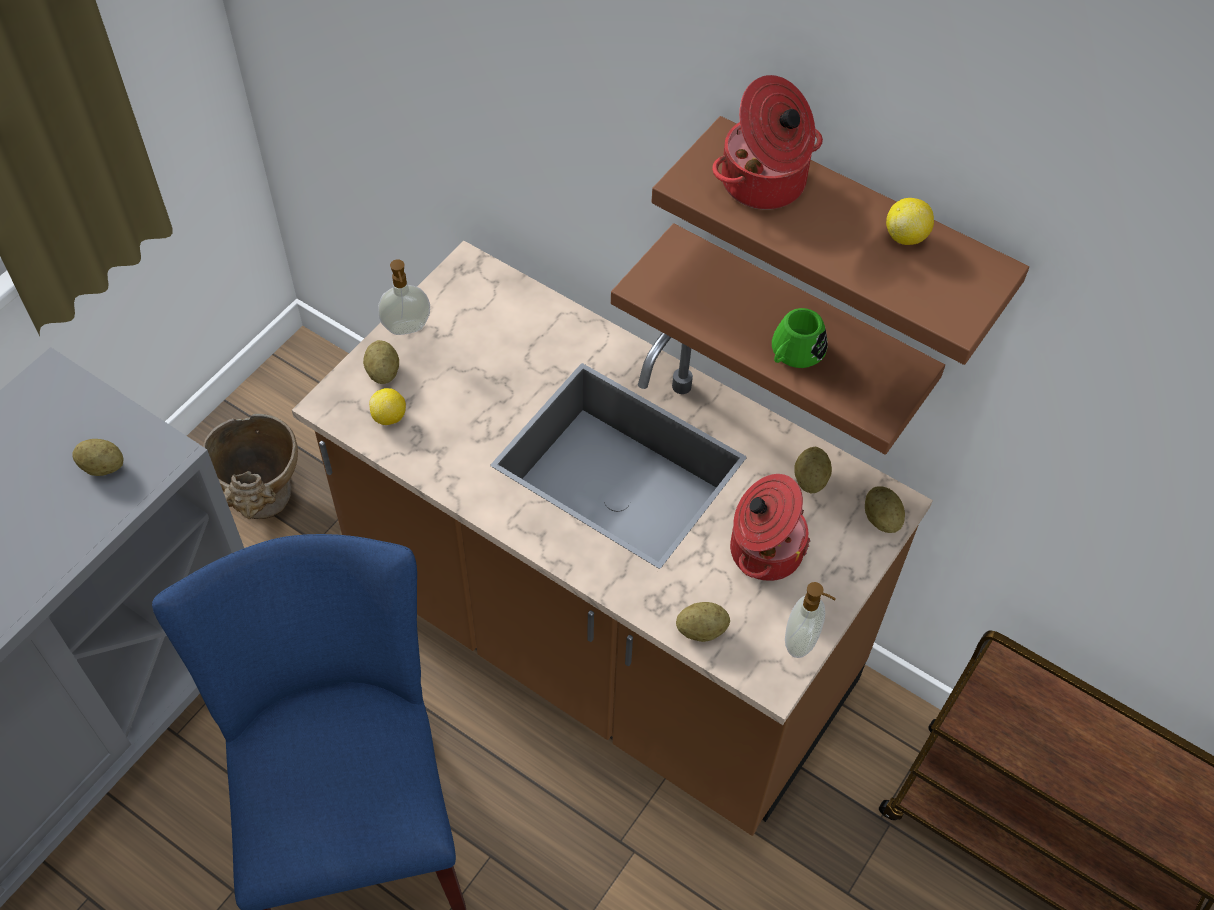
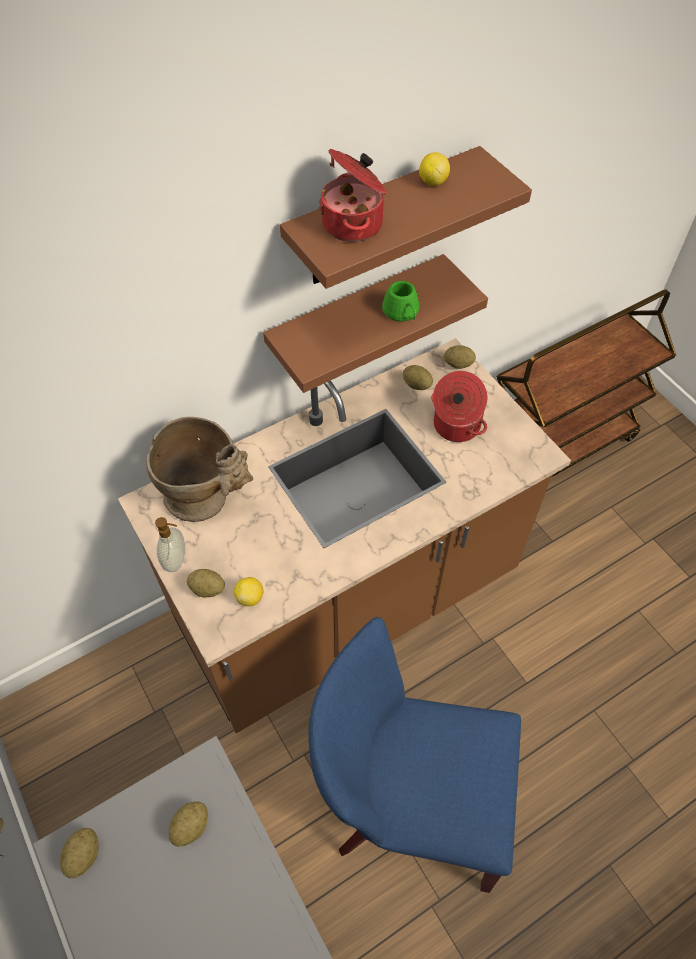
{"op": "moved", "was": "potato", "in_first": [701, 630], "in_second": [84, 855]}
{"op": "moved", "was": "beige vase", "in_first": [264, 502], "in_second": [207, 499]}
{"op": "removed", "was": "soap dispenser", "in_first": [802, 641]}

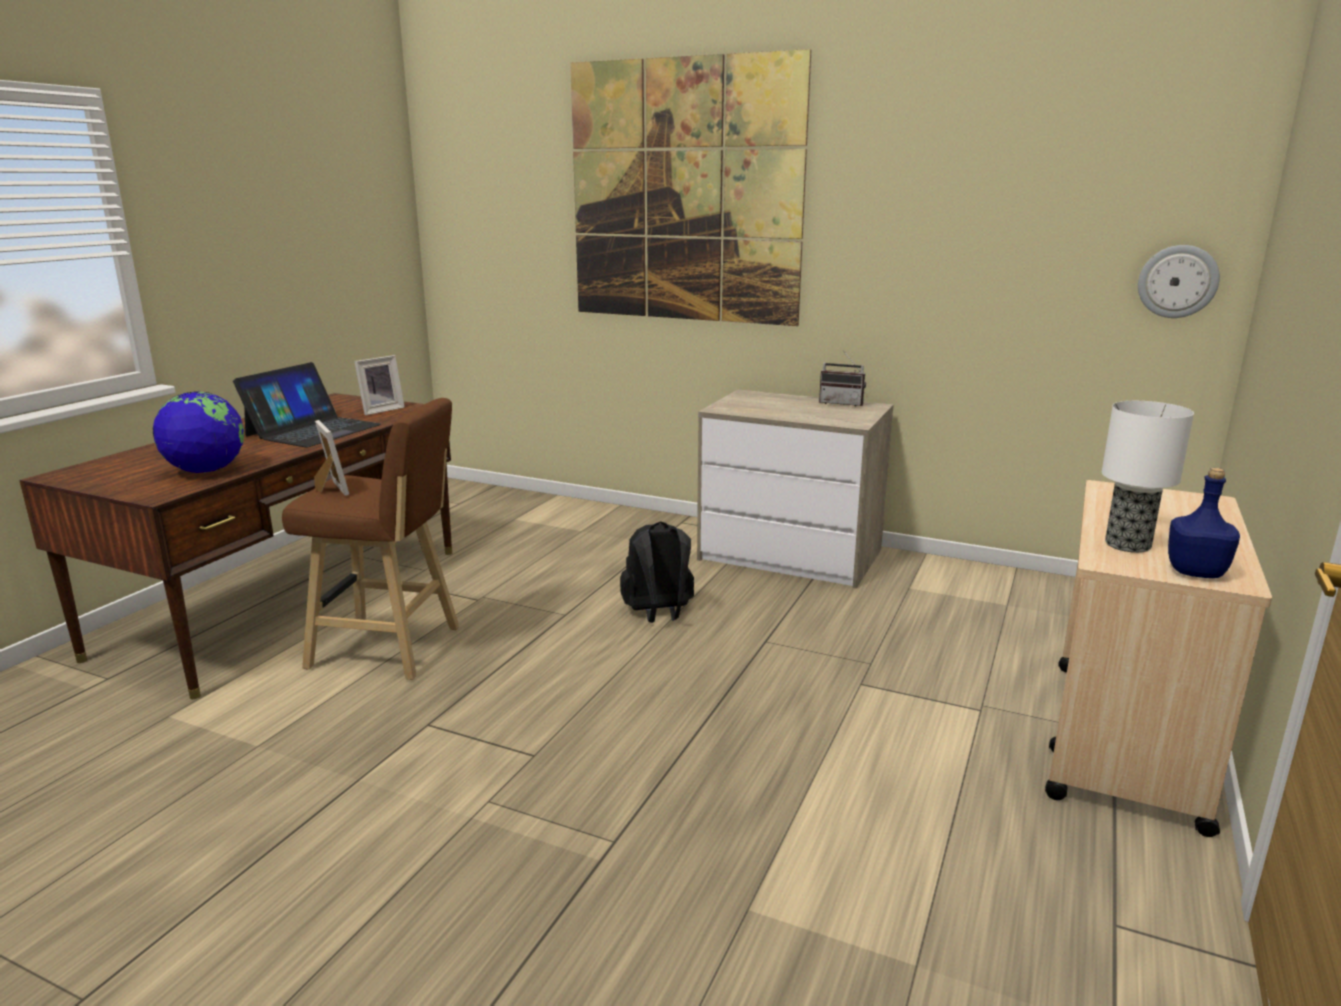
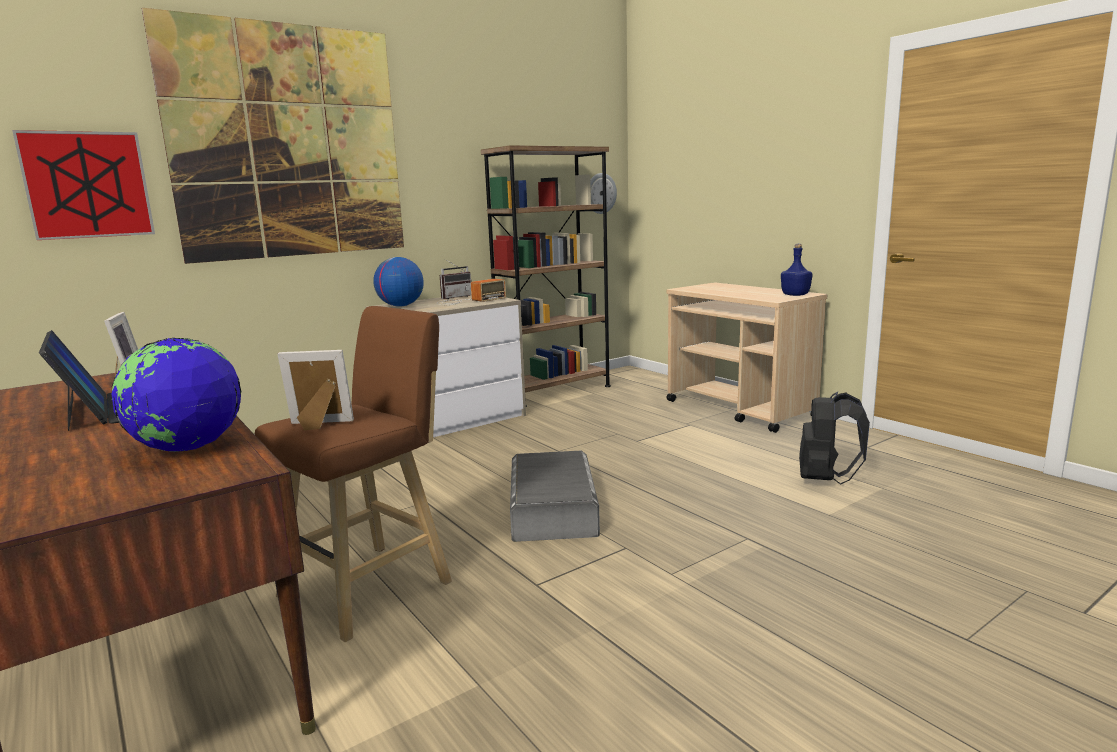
{"op": "added", "now": "picture", "in_second": [87, 185]}
{"op": "added", "now": "globe", "in_second": [400, 306]}
{"op": "added", "now": "radio", "in_second": [468, 301]}
{"op": "added", "now": "brown bookcase", "in_second": [554, 391]}
{"op": "added", "now": "grey storage box", "in_second": [552, 508]}
{"op": "moved", "was": "black backpack", "in_first": [659, 615], "in_second": [825, 479]}
{"op": "removed", "was": "table lamp", "in_first": [1129, 545]}

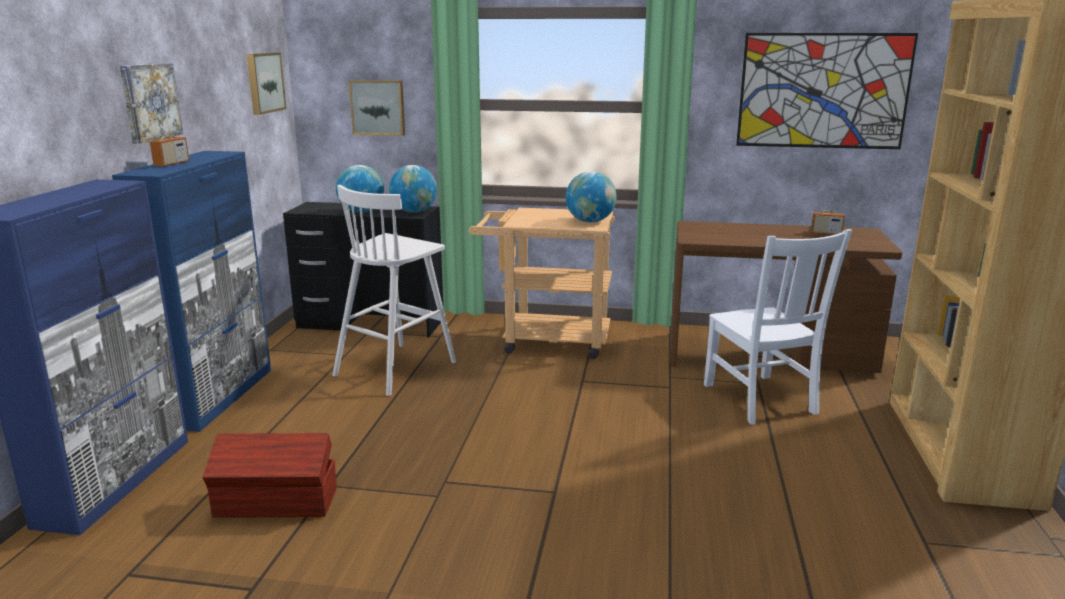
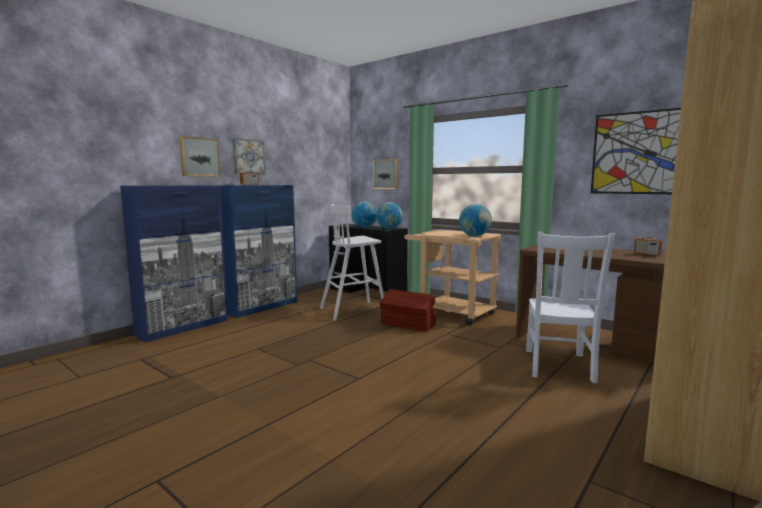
{"op": "moved", "was": "picture", "in_first": [264, 82], "in_second": [199, 157]}
{"op": "moved", "was": "brown storage box", "in_first": [277, 503], "in_second": [408, 324]}

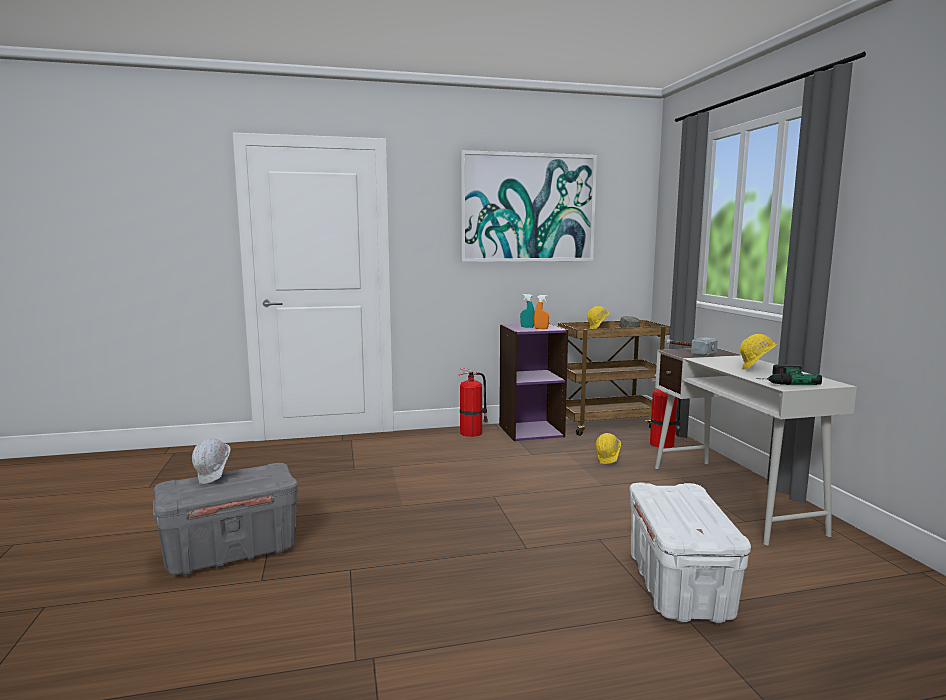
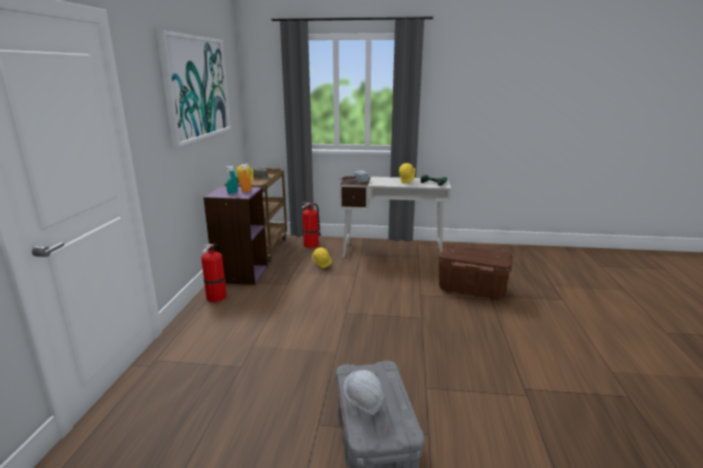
{"op": "recoloured", "was": "white storage box", "now": "brown storage box", "in_first": [679, 586], "in_second": [472, 289]}

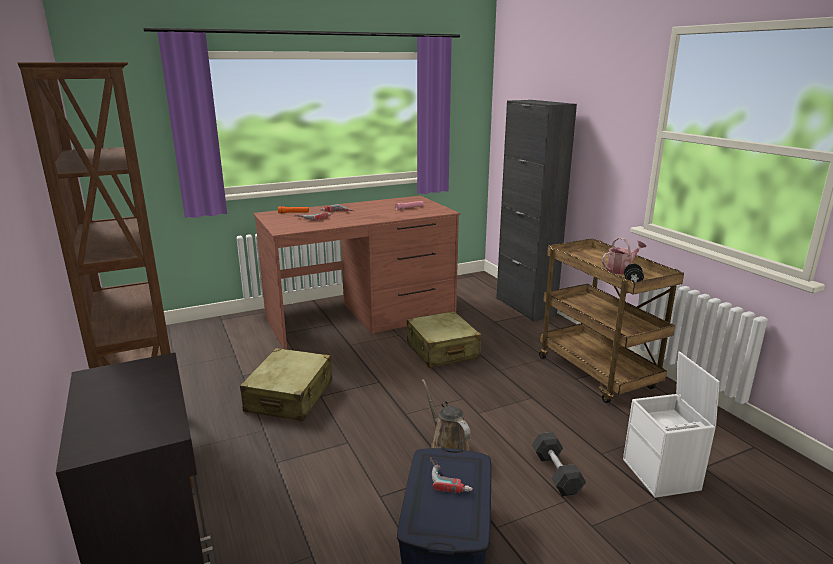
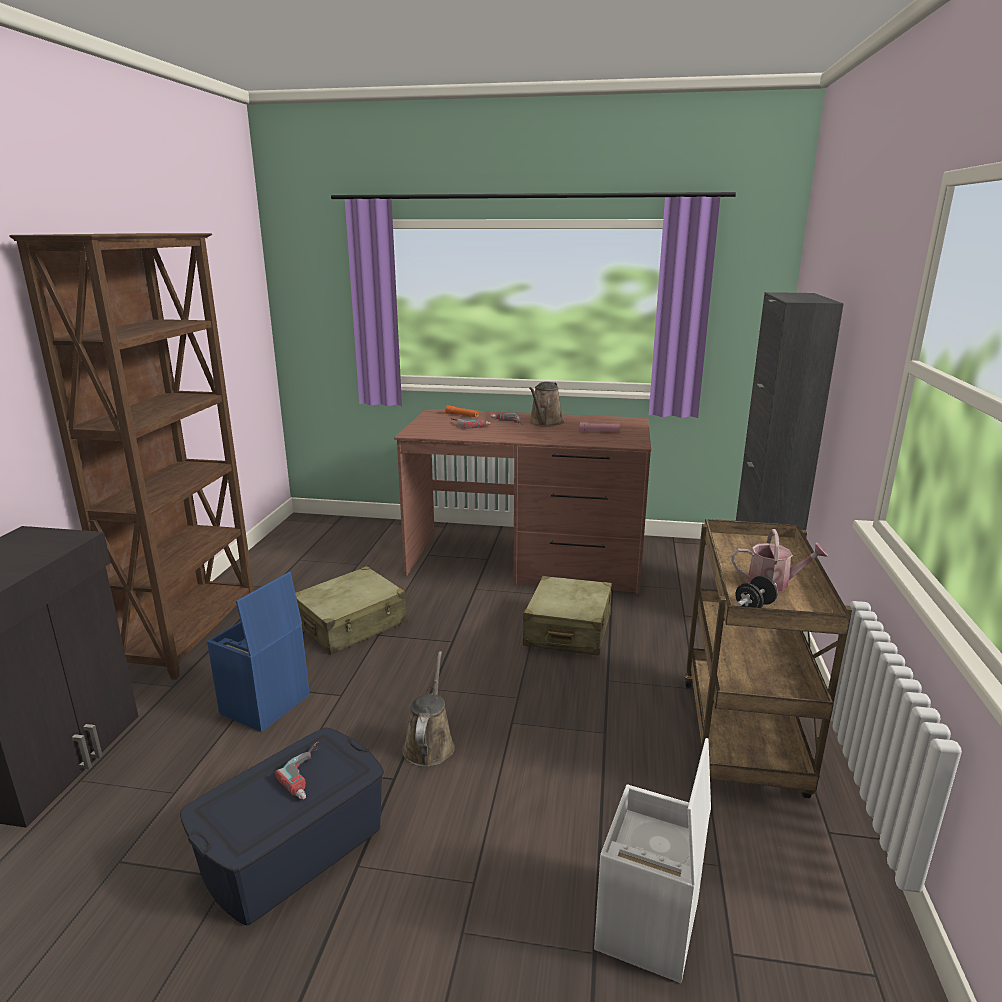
{"op": "added", "now": "blue storage box", "in_second": [265, 705]}
{"op": "added", "now": "brown watering can", "in_second": [545, 423]}
{"op": "removed", "was": "grey dumbbell", "in_first": [556, 473]}

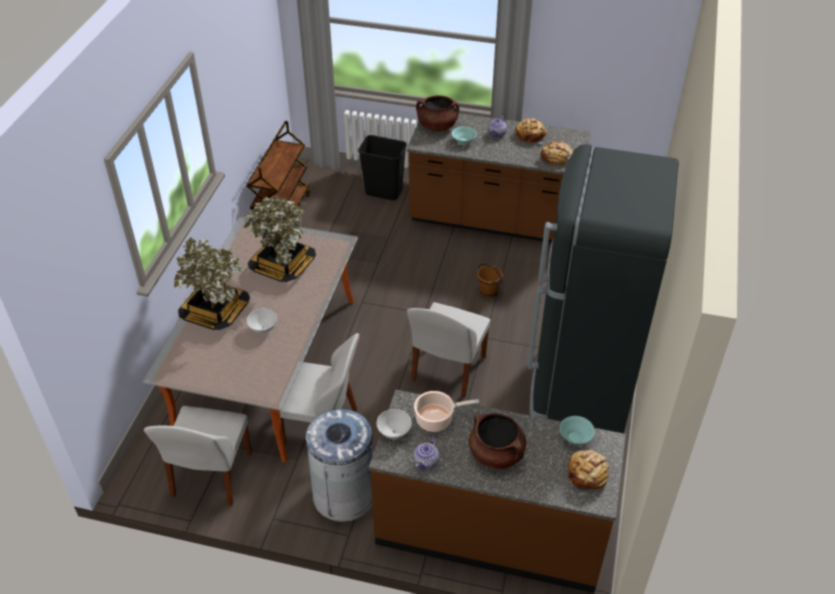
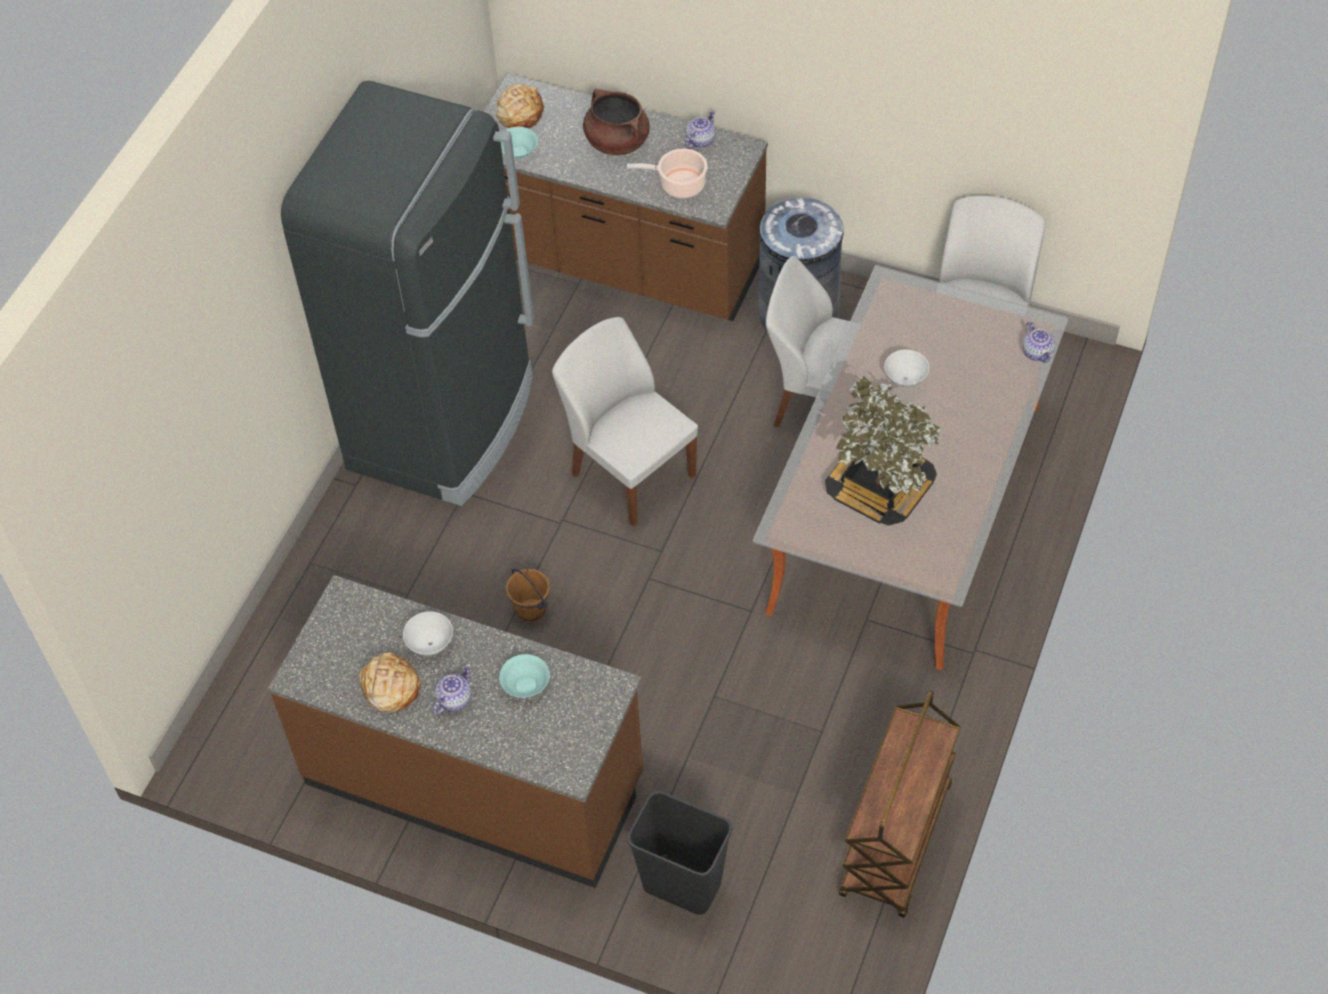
{"op": "moved", "was": "white bowl", "in_first": [394, 433], "in_second": [430, 644]}
{"op": "turned", "was": "white chair", "in_first": [447, 370], "in_second": [631, 473], "clockwise": -75}
{"op": "added", "now": "teapot", "in_second": [1037, 352]}
{"op": "removed", "was": "potted plant", "in_first": [215, 312]}
{"op": "removed", "was": "brown cooking pot", "in_first": [437, 126]}
{"op": "removed", "was": "bread", "in_first": [556, 158]}

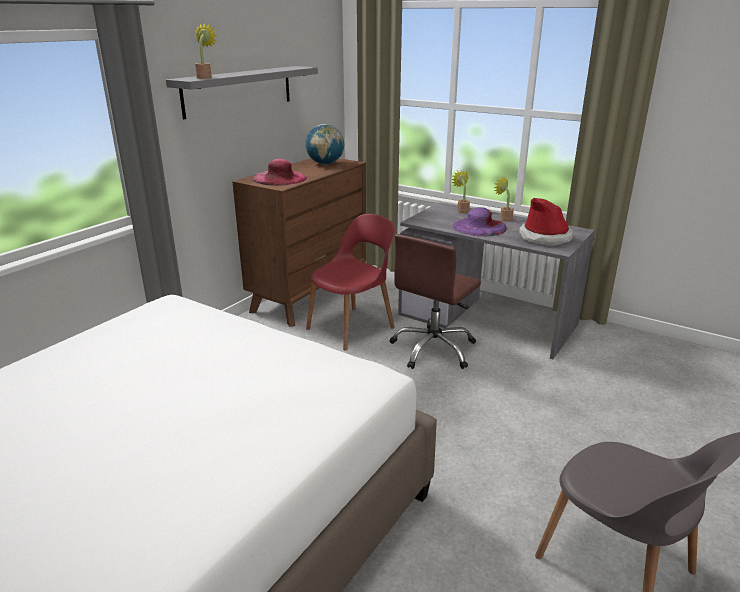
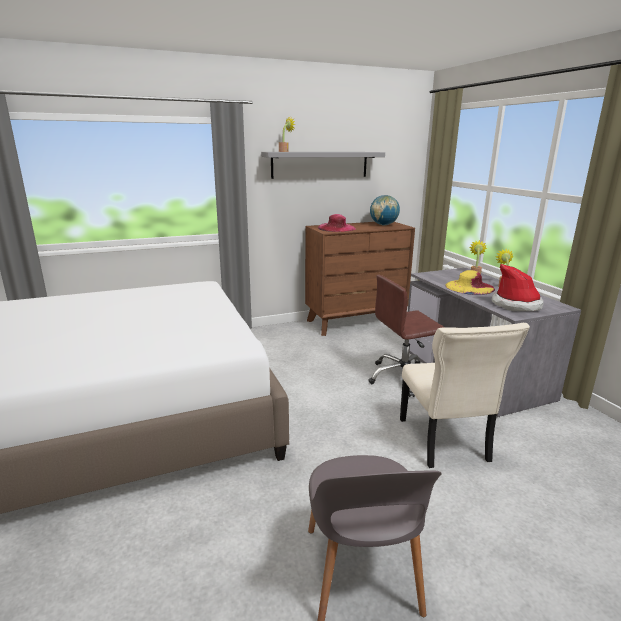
{"op": "added", "now": "beige chair", "in_second": [444, 442]}
{"op": "recoloured", "was": "purple hat", "now": "yellow hat", "in_first": [479, 227], "in_second": [469, 287]}
{"op": "removed", "was": "red chair", "in_first": [352, 327]}

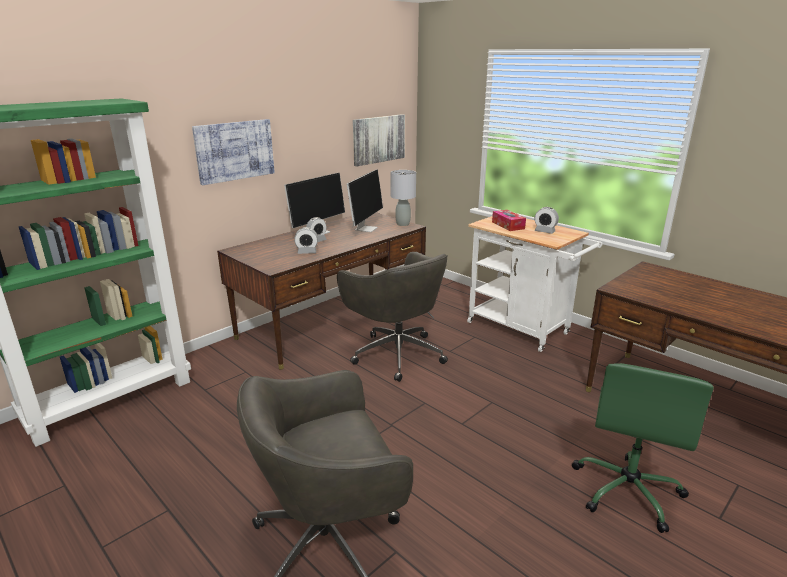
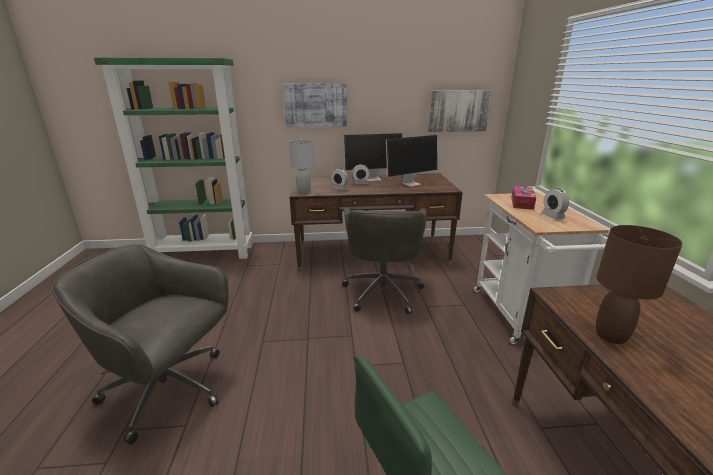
{"op": "moved", "was": "grey table lamp", "in_first": [402, 224], "in_second": [303, 192]}
{"op": "added", "now": "brown table lamp", "in_second": [611, 335]}

